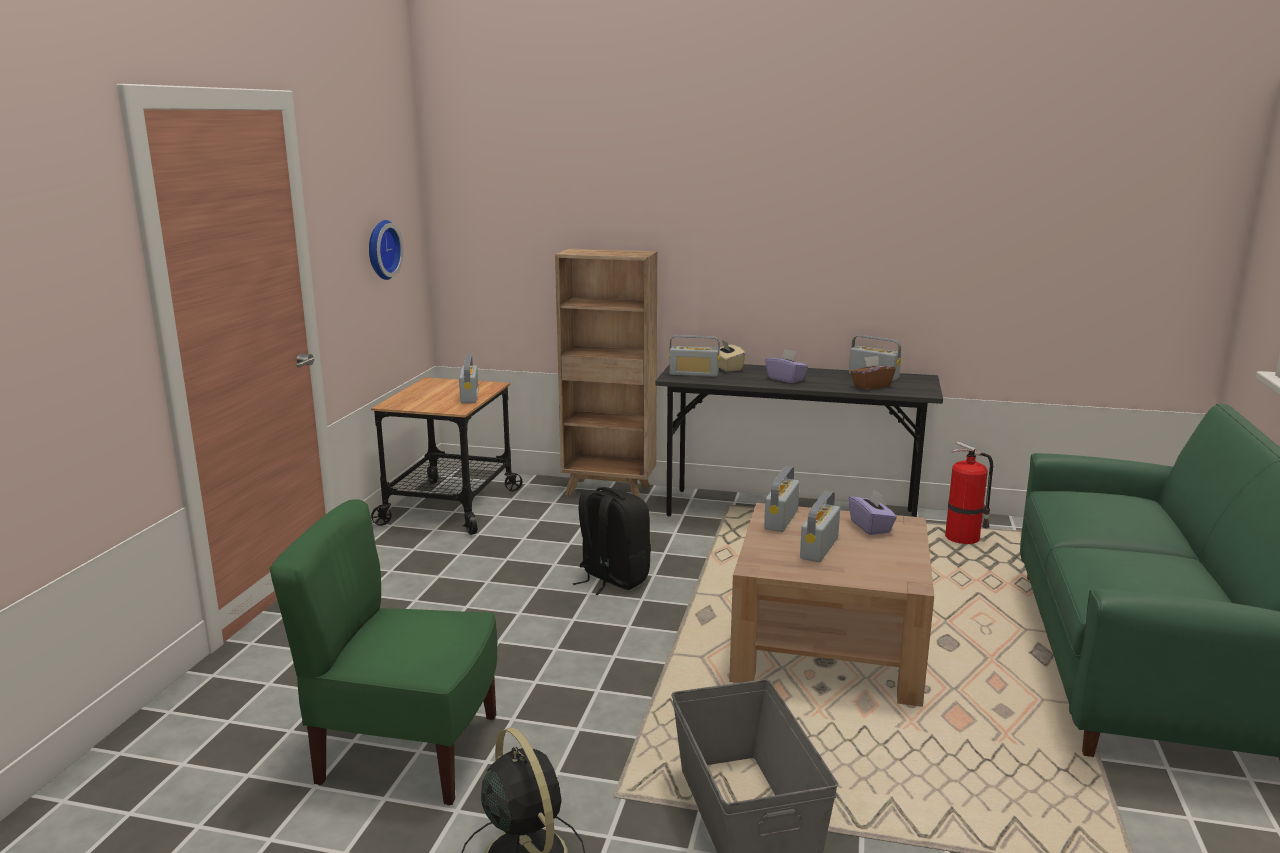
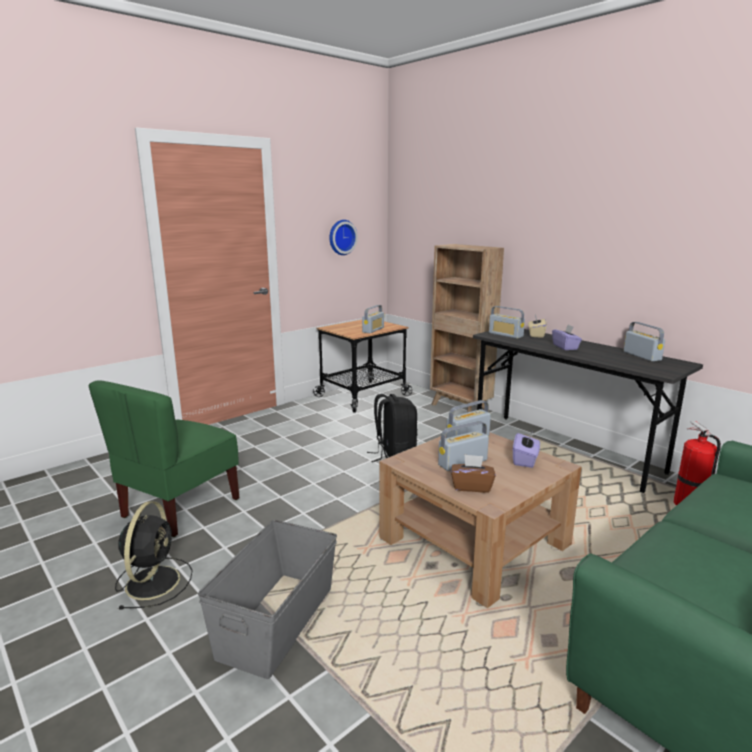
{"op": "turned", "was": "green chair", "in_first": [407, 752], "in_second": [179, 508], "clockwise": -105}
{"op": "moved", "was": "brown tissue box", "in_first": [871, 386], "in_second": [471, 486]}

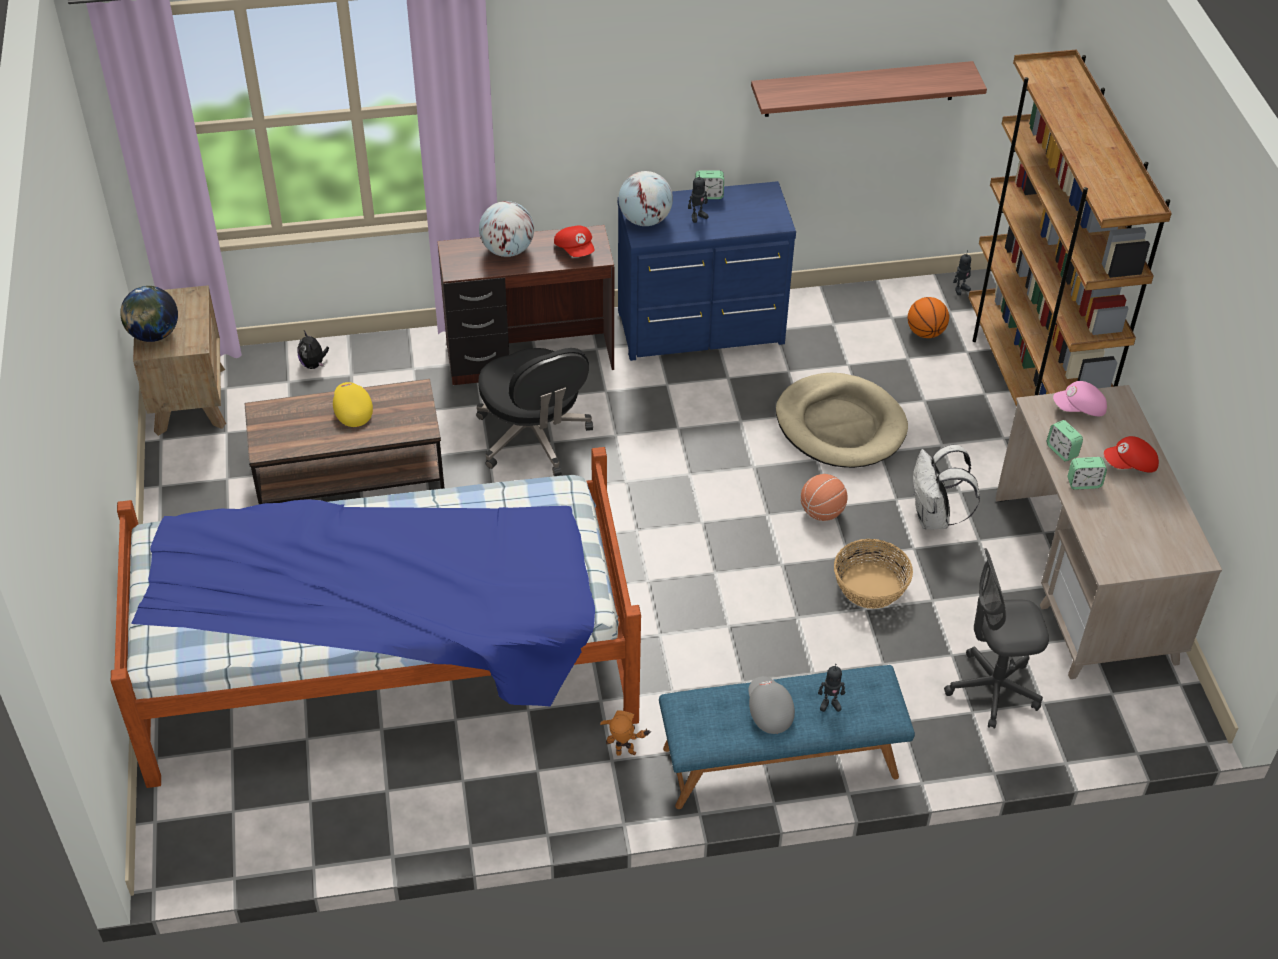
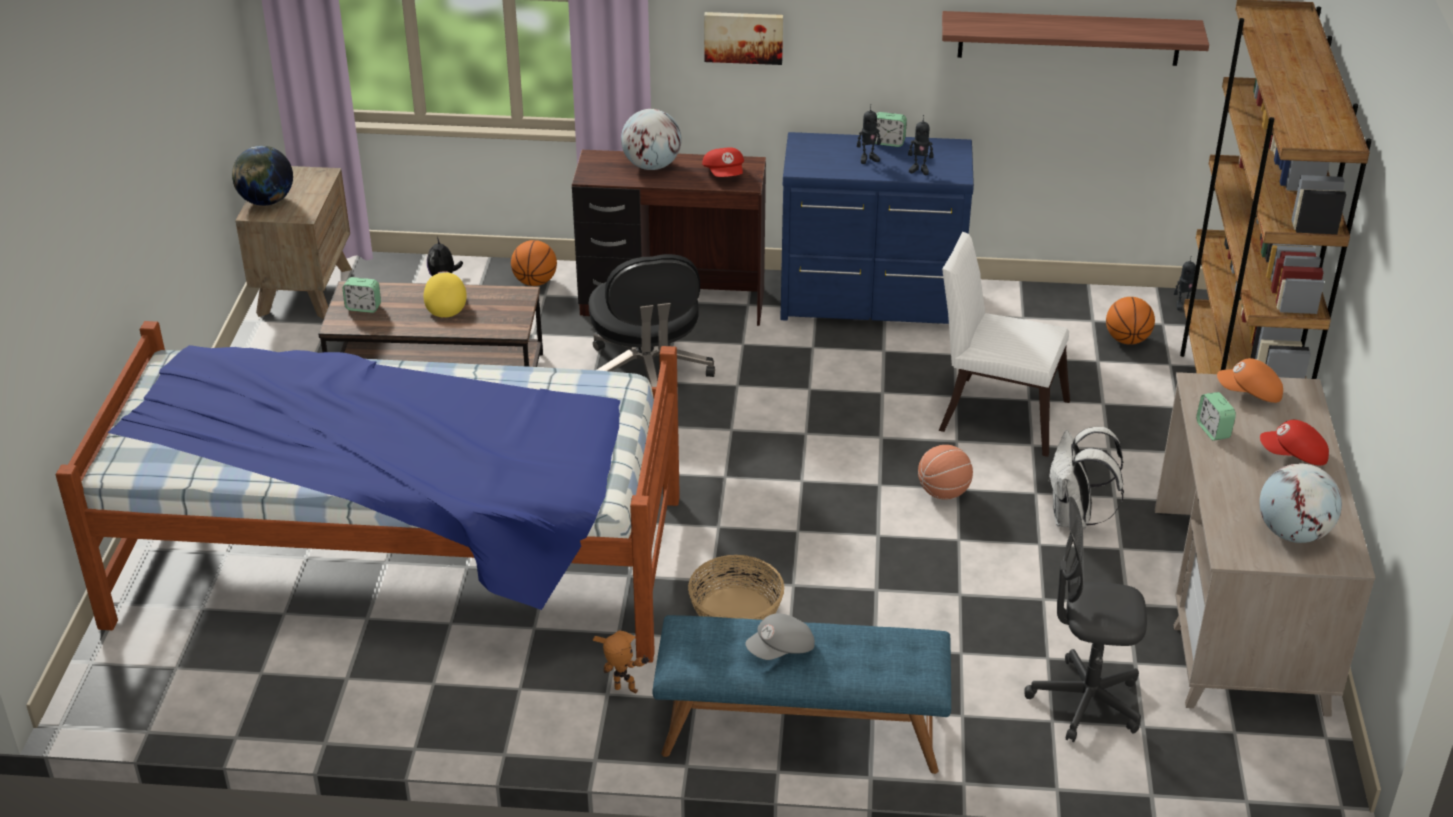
{"op": "moved", "was": "alarm clock", "in_first": [1084, 483], "in_second": [363, 307]}
{"op": "added", "now": "basketball", "in_second": [535, 282]}
{"op": "moved", "was": "basket", "in_first": [870, 586], "in_second": [735, 612]}
{"op": "added", "now": "picture", "in_second": [743, 37]}
{"op": "turned", "was": "grey cap", "in_first": [768, 711], "in_second": [781, 650], "clockwise": -120}
{"op": "moved", "was": "toy robot", "in_first": [830, 704], "in_second": [919, 170]}
{"op": "replaced", "was": "beige dog bed", "now": "white chair", "in_first": [840, 425], "in_second": [995, 413]}
{"op": "recoloured", "was": "pink cap", "now": "orange cap", "in_first": [1079, 409], "in_second": [1249, 393]}
{"op": "moved", "was": "globe", "in_first": [645, 220], "in_second": [1293, 533]}

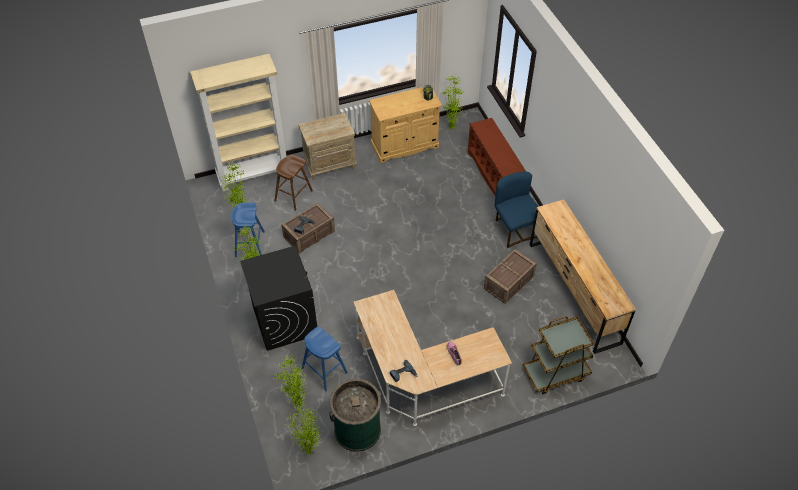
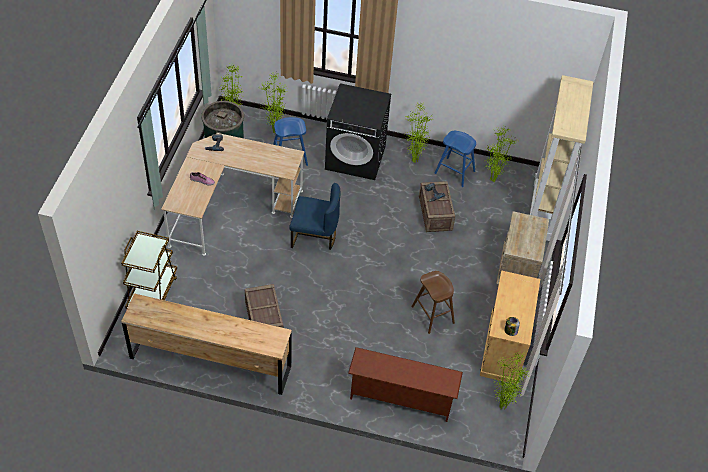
{"op": "moved", "was": "blue chair", "in_first": [515, 229], "in_second": [314, 236]}
{"op": "moved", "was": "brown stool", "in_first": [293, 196], "in_second": [432, 314]}

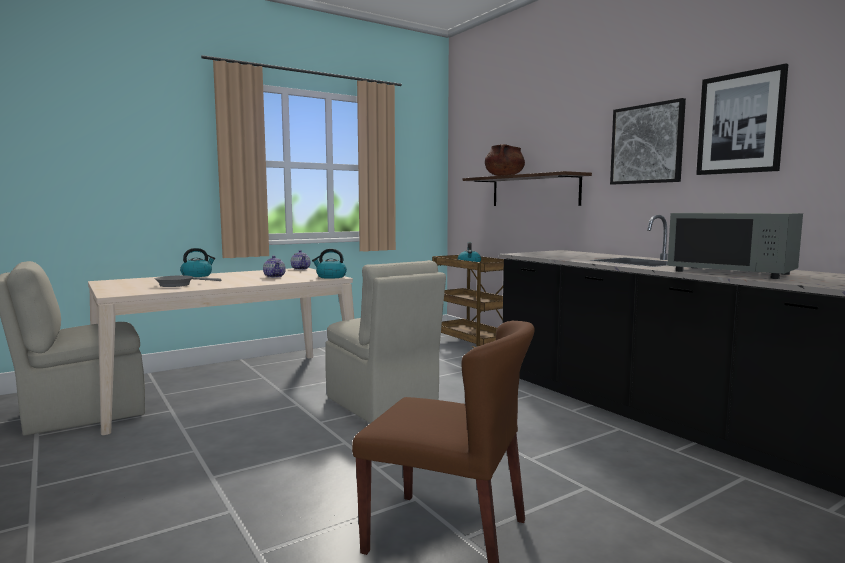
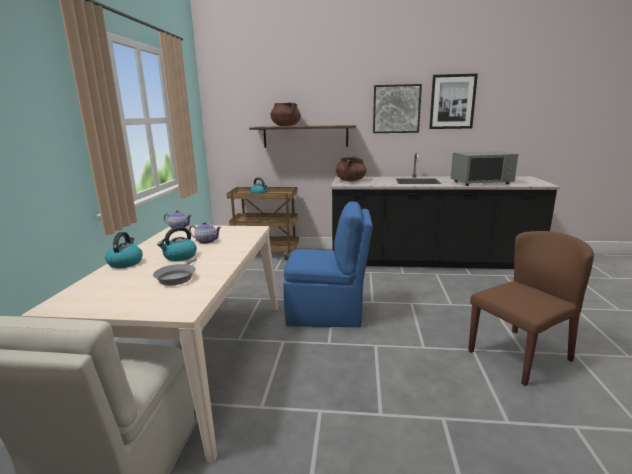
{"op": "moved", "was": "kettle", "in_first": [330, 277], "in_second": [180, 257]}
{"op": "recoloured", "was": "beige chair", "now": "blue chair", "in_first": [382, 404], "in_second": [327, 313]}
{"op": "added", "now": "brown cooking pot", "in_second": [350, 180]}

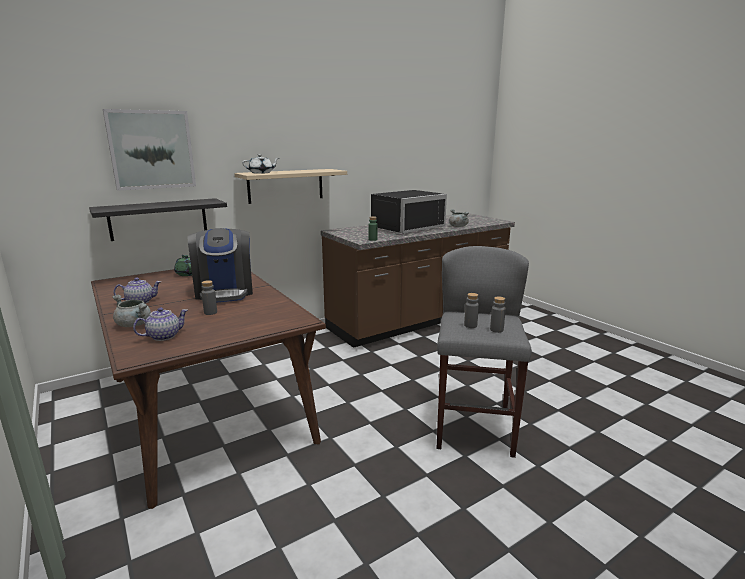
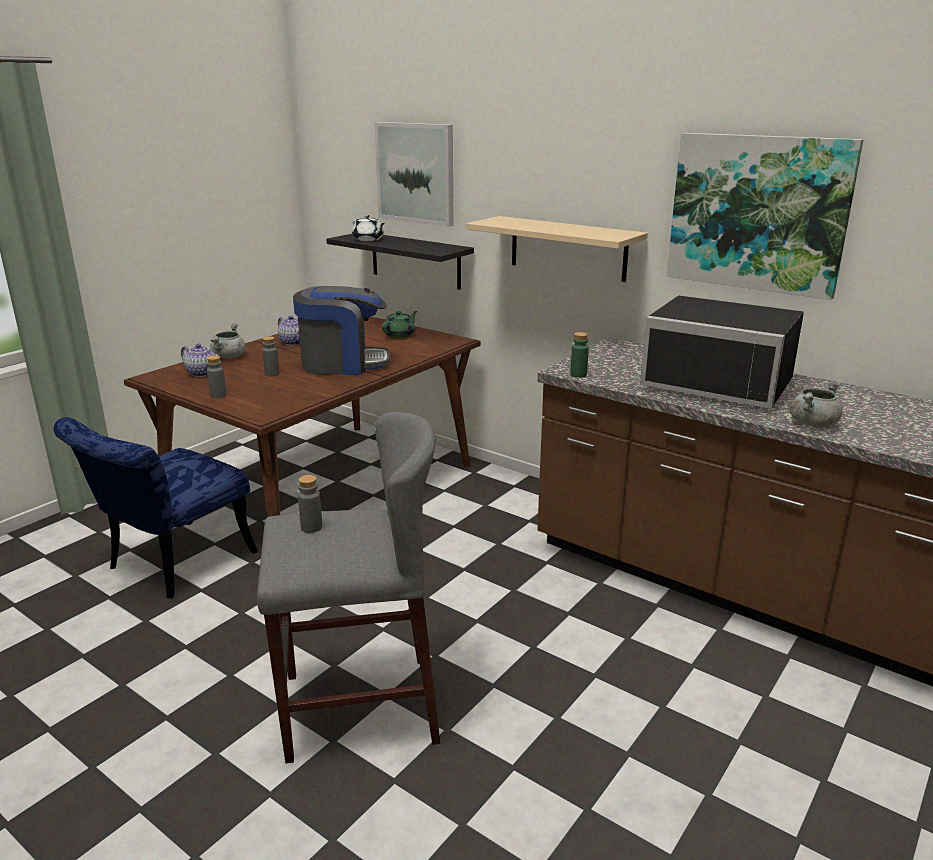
{"op": "added", "now": "blue chair", "in_second": [171, 565]}
{"op": "moved", "was": "grey bottle", "in_first": [496, 330], "in_second": [218, 395]}
{"op": "turned", "was": "coffee machine", "in_first": [225, 292], "in_second": [343, 364], "clockwise": -150}
{"op": "moved", "was": "white teapot", "in_first": [261, 173], "in_second": [368, 240]}
{"op": "added", "now": "picture", "in_second": [758, 213]}

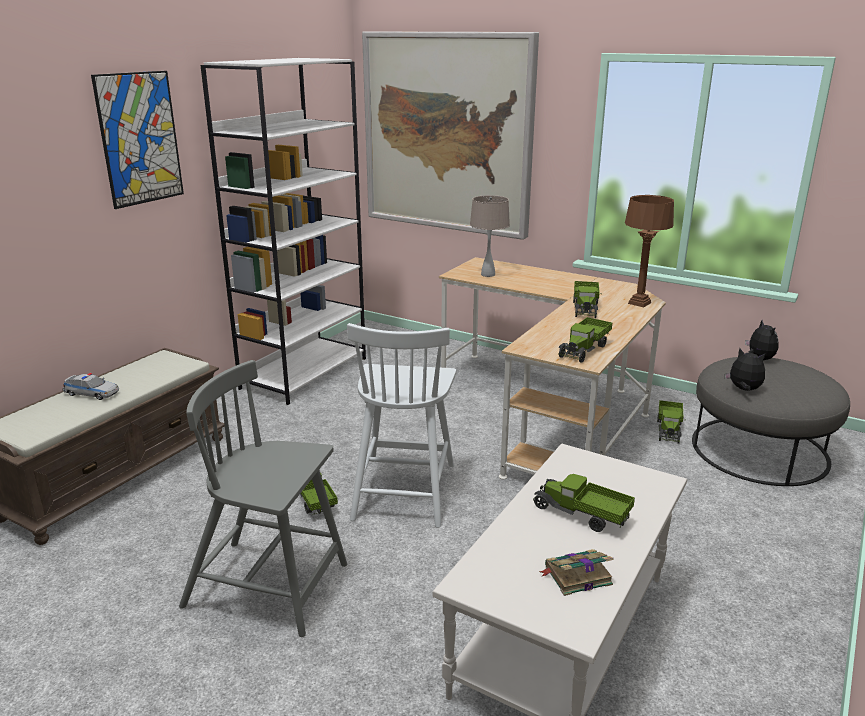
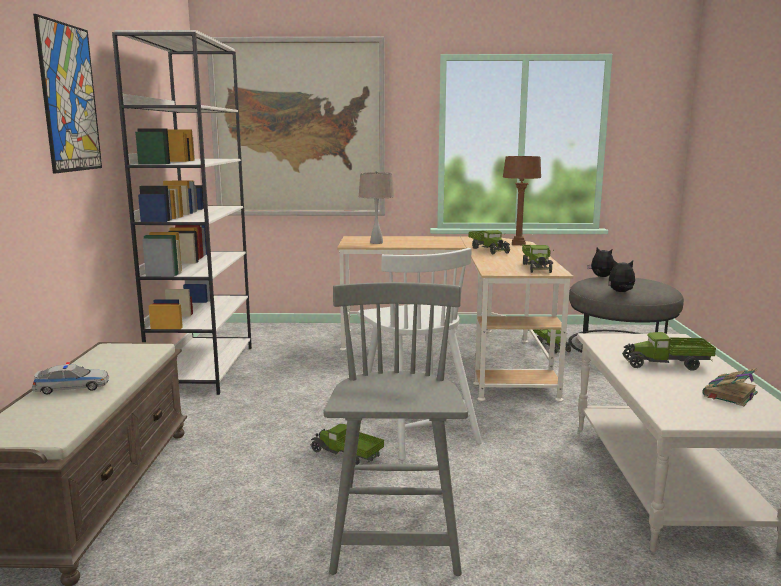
{"op": "turned", "was": "grey chair", "in_first": [269, 586], "in_second": [396, 530], "clockwise": 105}

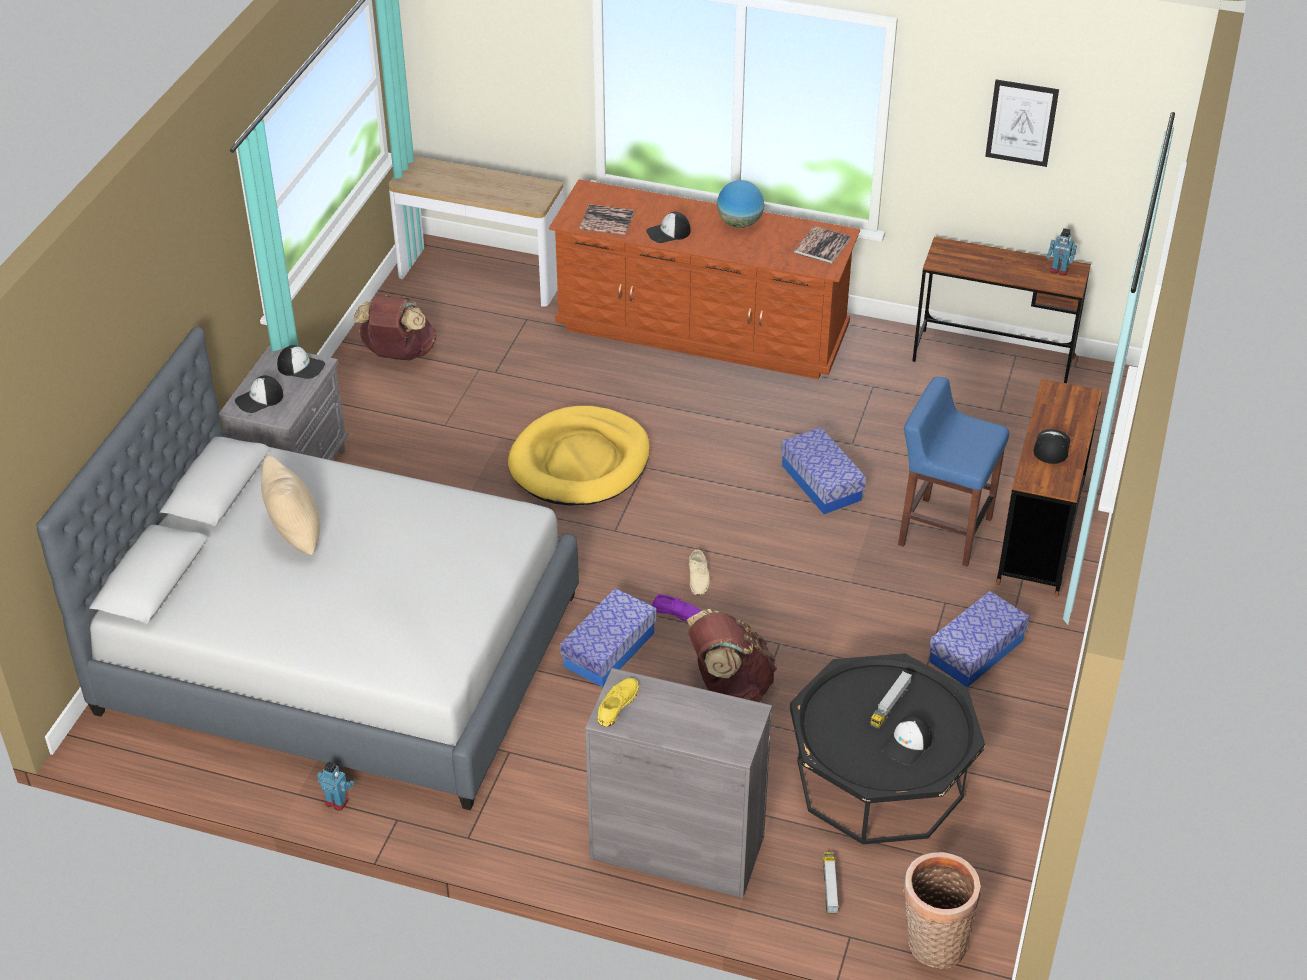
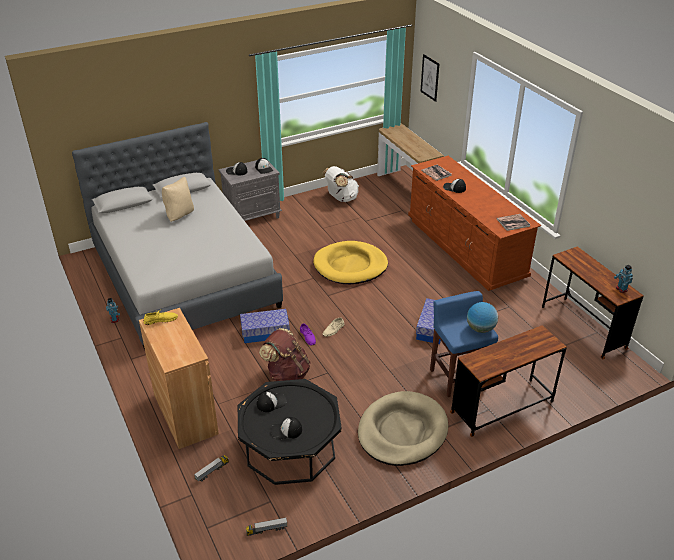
{"op": "recoloured", "was": "grey cabinet", "now": "brown cabinet", "in_first": [677, 847], "in_second": [185, 414]}
{"op": "moved", "was": "toy truck", "in_first": [890, 706], "in_second": [266, 530]}
{"op": "moved", "was": "cap", "in_first": [1051, 447], "in_second": [271, 402]}
{"op": "recoloured", "was": "brown backpack", "now": "white backpack", "in_first": [398, 354], "in_second": [341, 198]}
{"op": "replaced", "was": "storage box", "now": "beige dog bed", "in_first": [976, 651], "in_second": [402, 431]}
{"op": "moved", "was": "picture", "in_first": [1021, 123], "in_second": [430, 77]}
{"op": "moved", "was": "globe", "in_first": [739, 223], "in_second": [480, 329]}
{"op": "removed", "was": "basket", "in_first": [932, 944]}

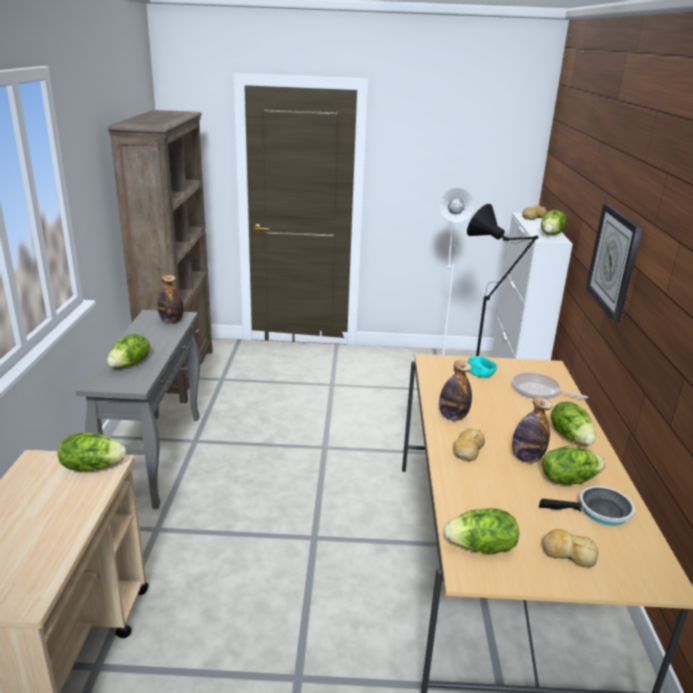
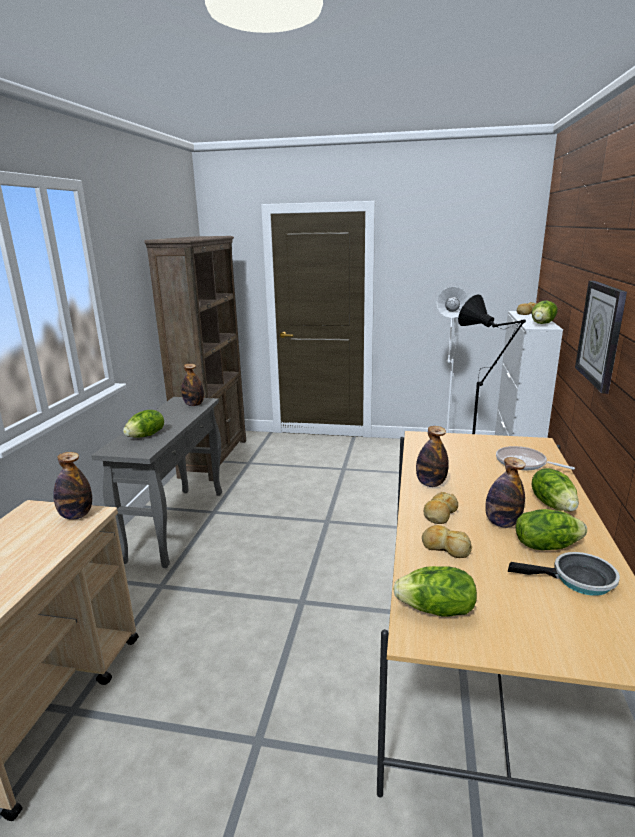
{"op": "replaced", "was": "lettuce", "now": "bottle", "in_first": [92, 466], "in_second": [76, 515]}
{"op": "moved", "was": "bread", "in_first": [568, 554], "in_second": [445, 547]}
{"op": "removed", "was": "turquoise bowl", "in_first": [480, 374]}

